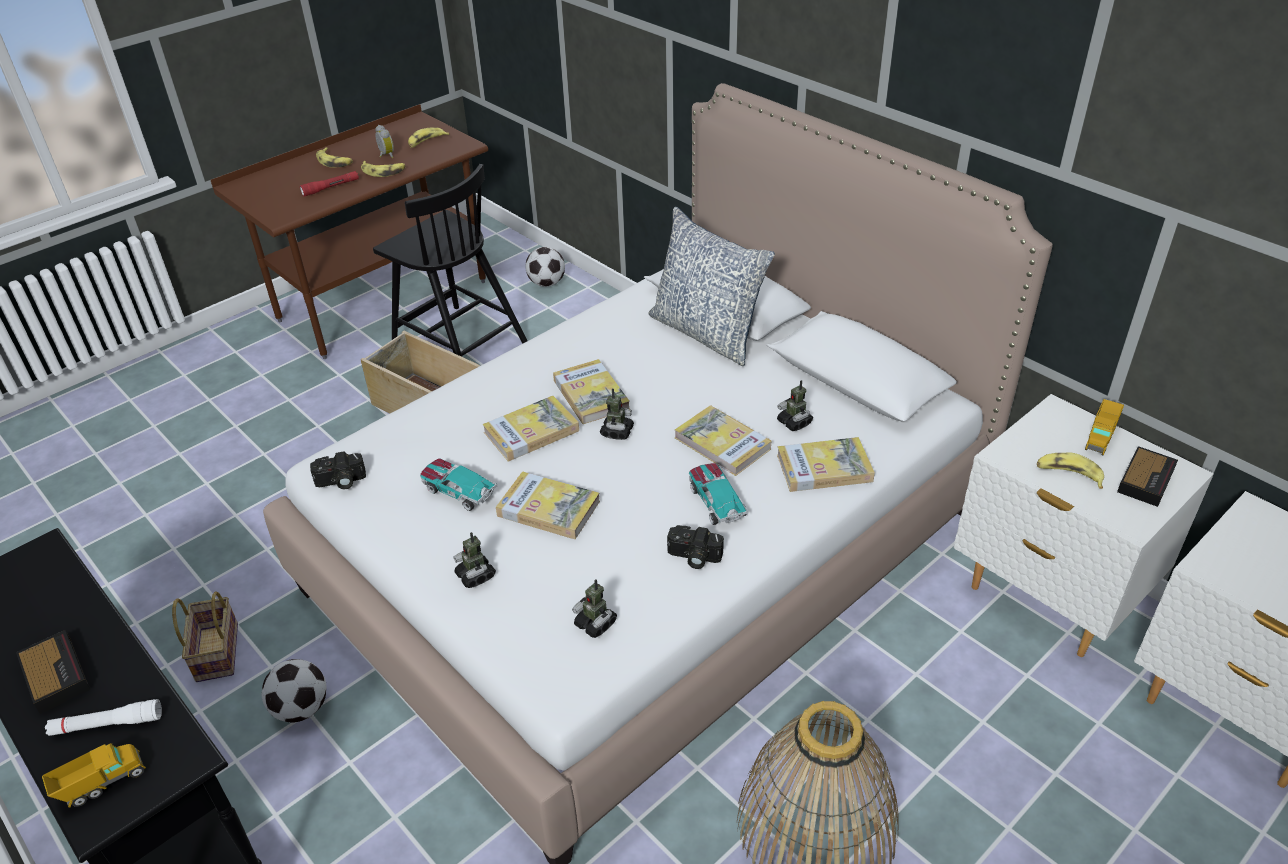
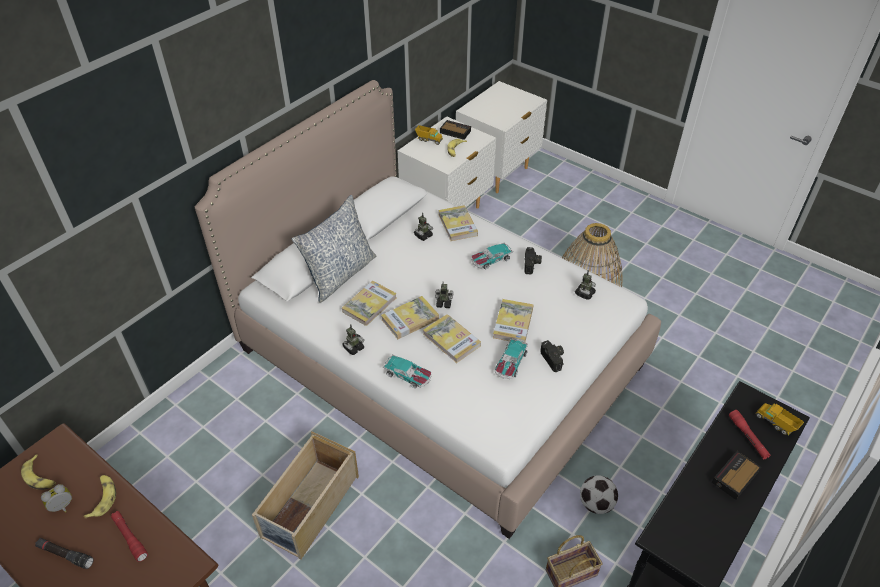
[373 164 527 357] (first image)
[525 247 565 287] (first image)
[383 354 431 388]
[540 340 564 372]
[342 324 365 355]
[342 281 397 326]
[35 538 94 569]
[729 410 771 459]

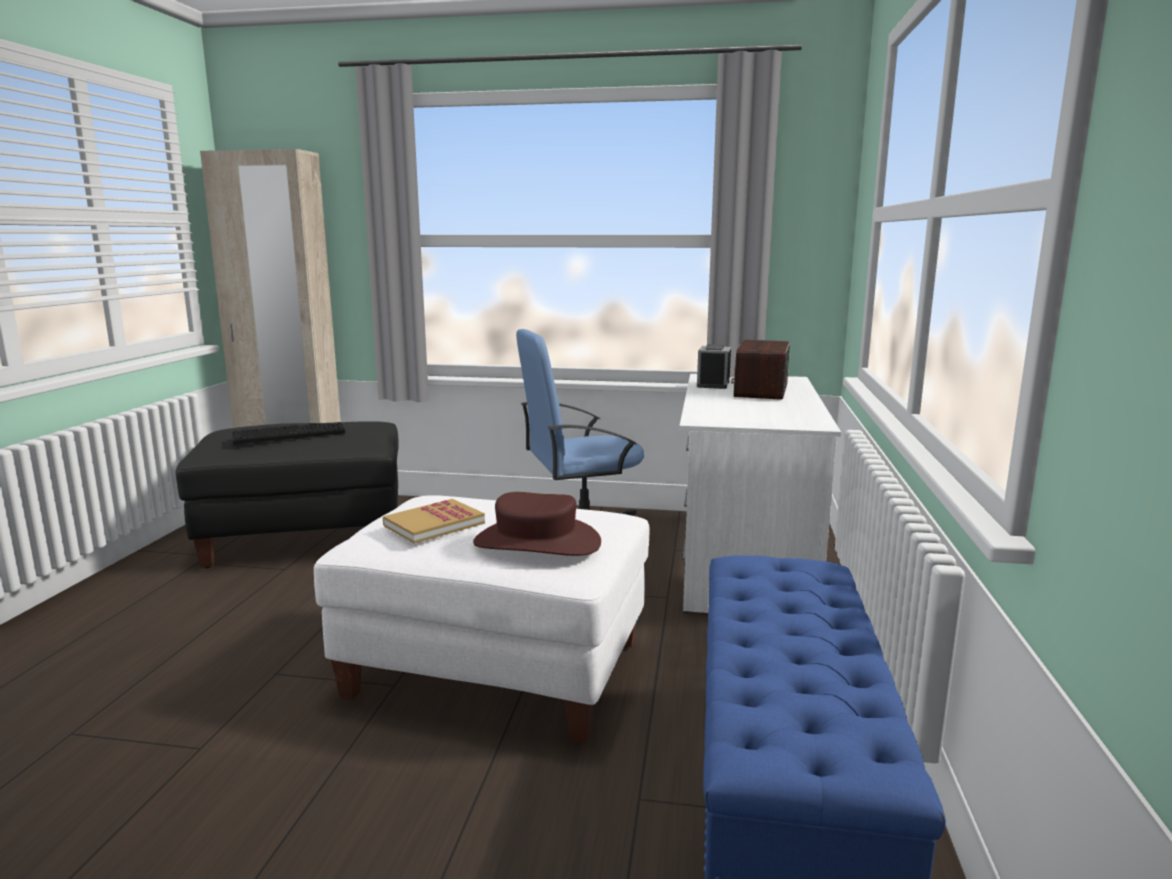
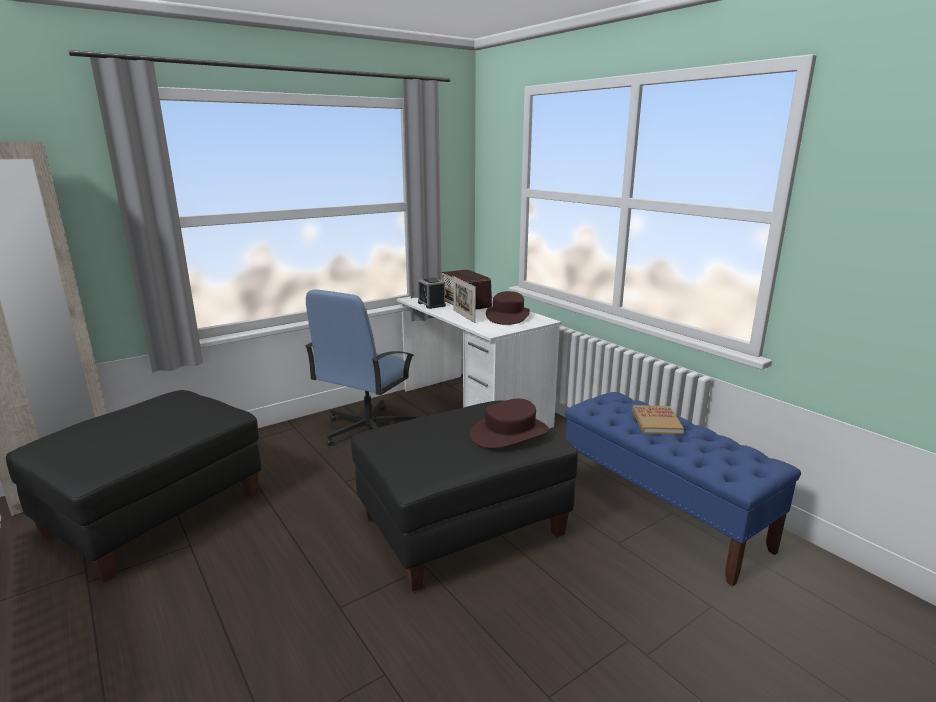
[232 422 345 444] (first image)
[453 276 476 323]
[486 291 530 325]
[632 405 684 435]
[351 400 578 592]

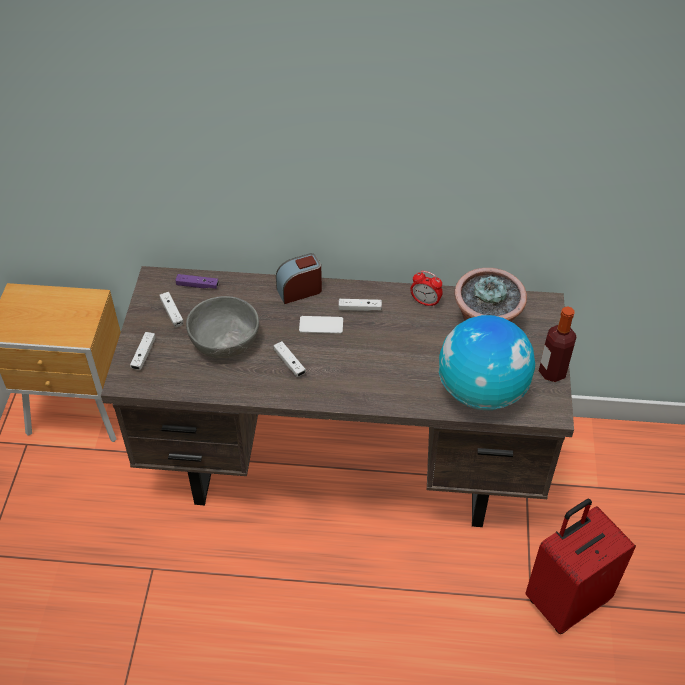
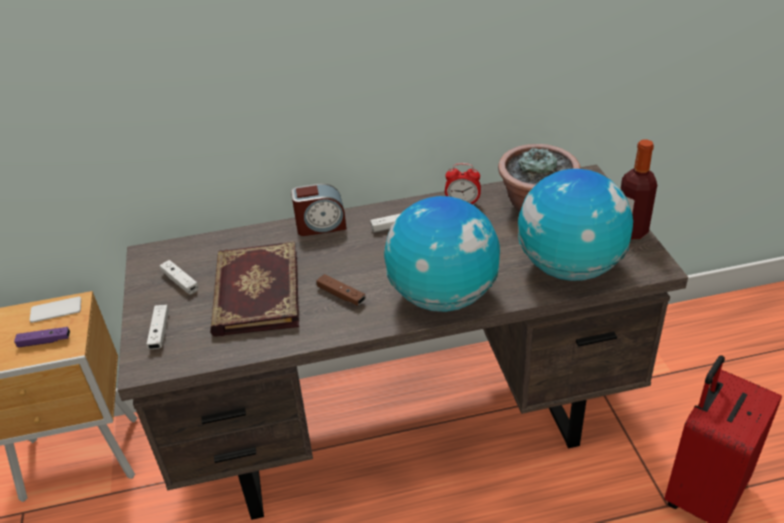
[384 196 500 312]
[14 327 70 347]
[30 297 81 323]
[210 241 299 337]
[316 274 366 306]
[291 183 347 236]

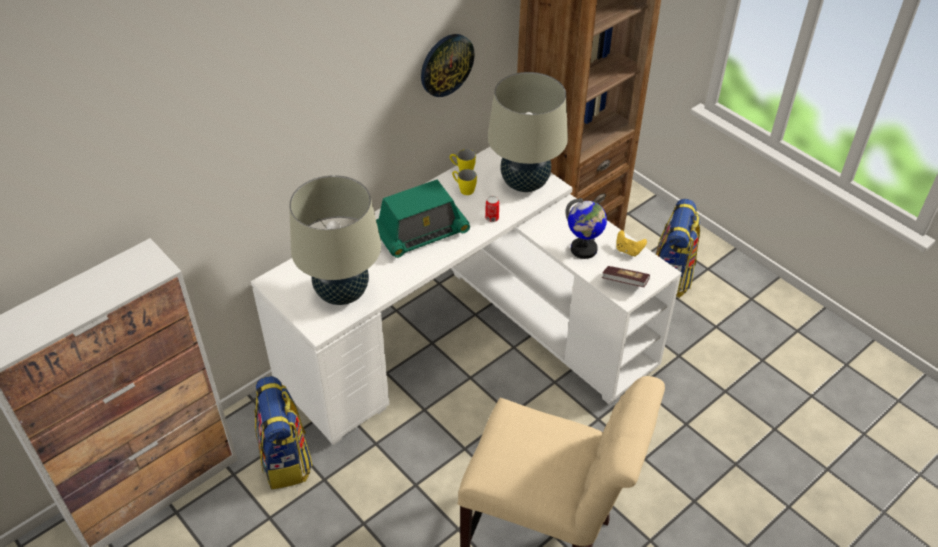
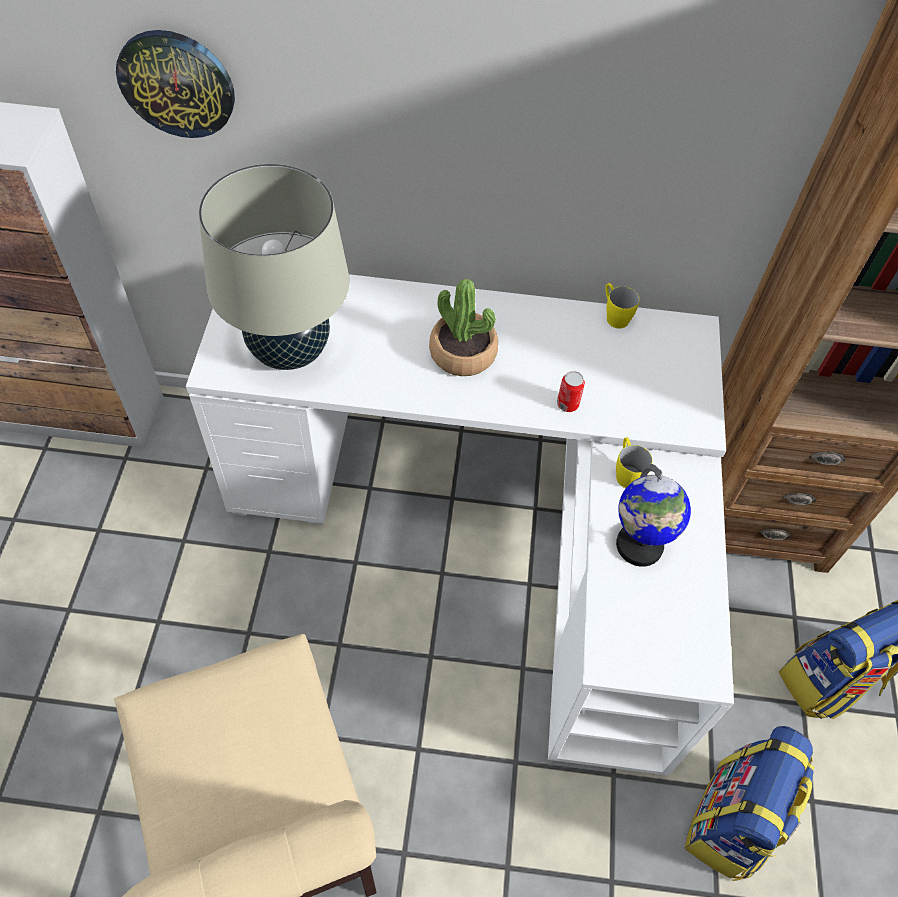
[488 72 568 192] (first image)
[602 266 650 287] (first image)
[616 230 647 257] (first image)
[685 726 814 881]
[116 30 235 138]
[616 437 652 488]
[429 279 498 376]

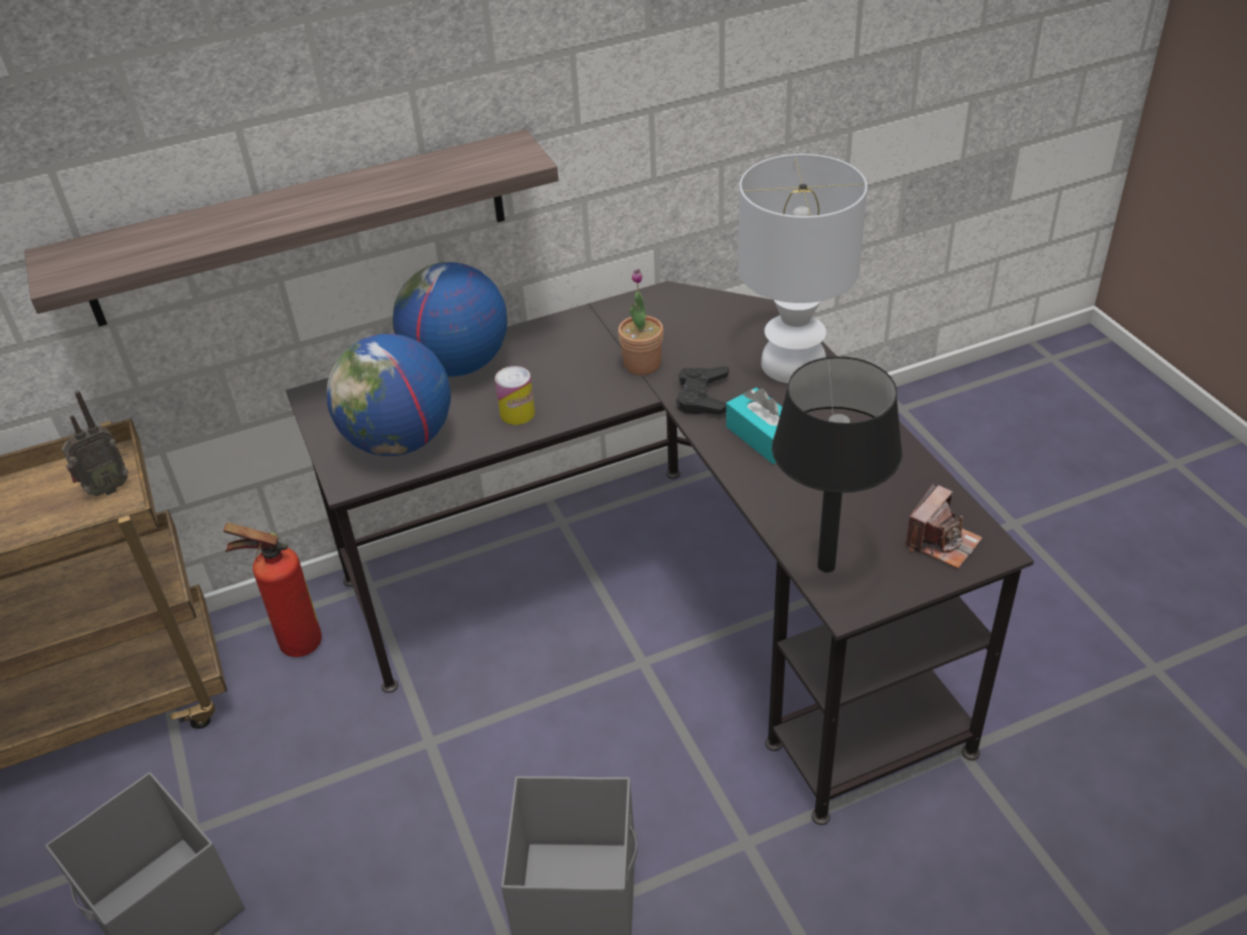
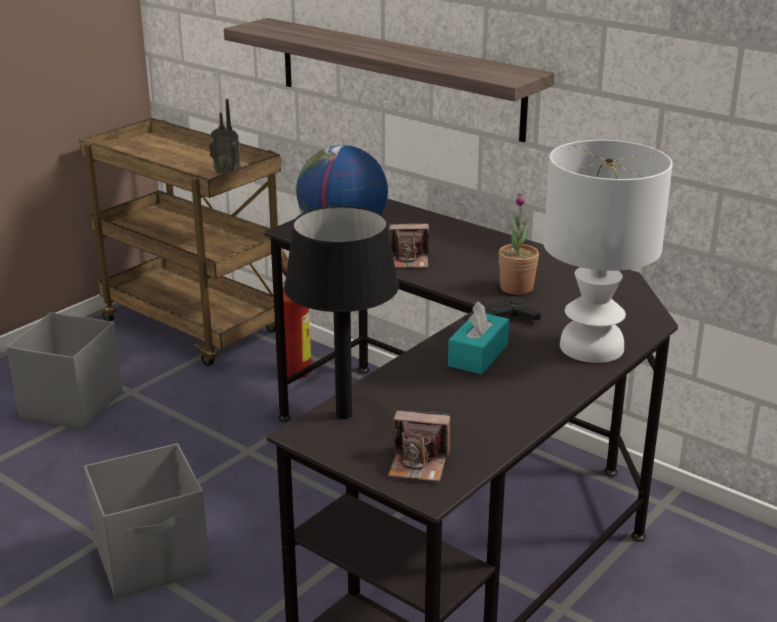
[393 262 507 377] (first image)
[388 223 429 268]

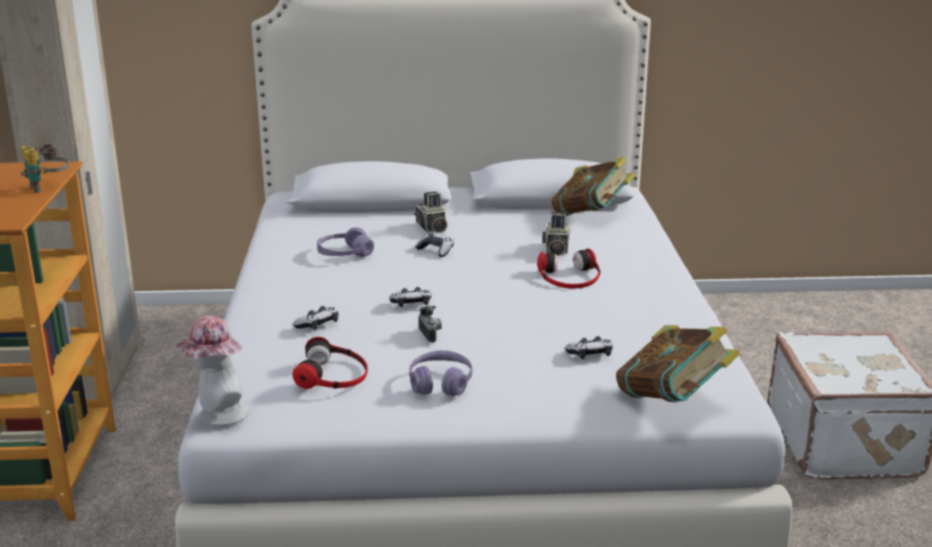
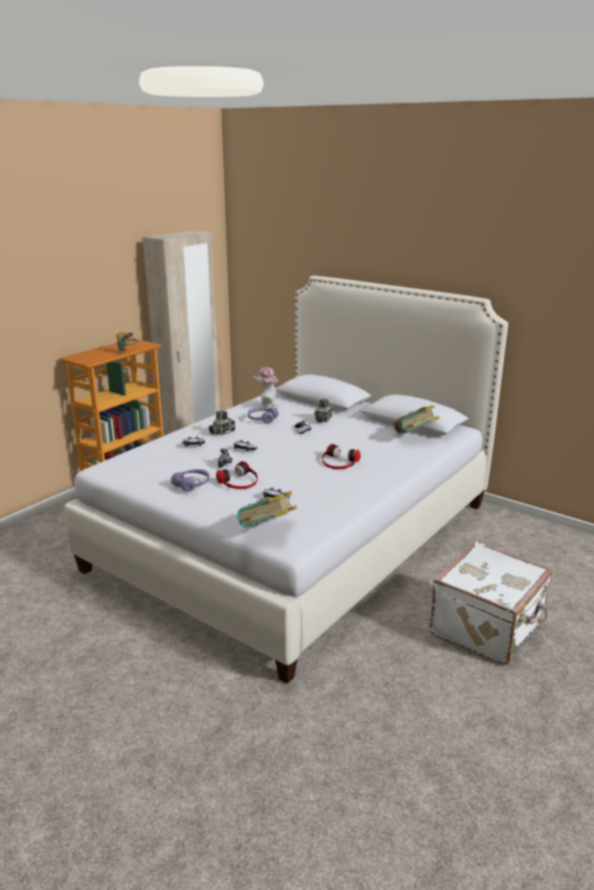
[254 367 279 409]
[216 461 258 489]
[209 410 235 435]

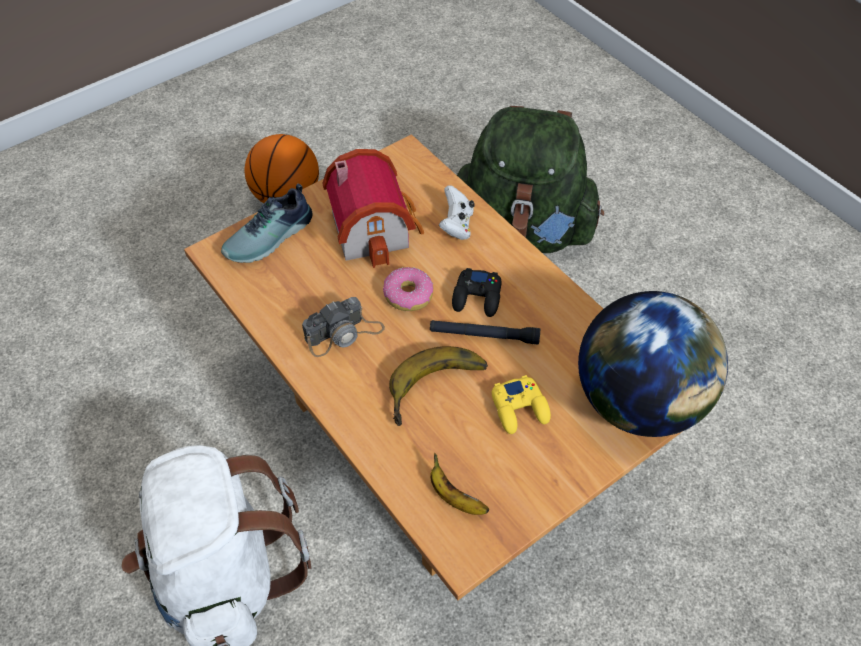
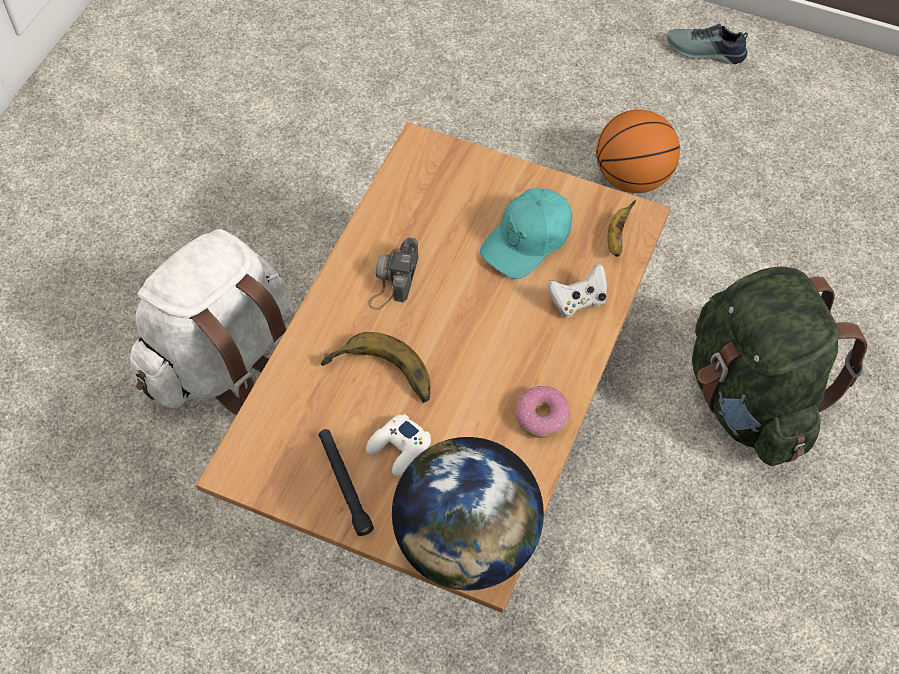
[452 268 501 317] (first image)
[667 24 748 64]
[515 386 571 438]
[319 429 374 536]
[607 200 636 257]
[480 188 572 279]
[366 414 431 477]
[368 237 419 310]

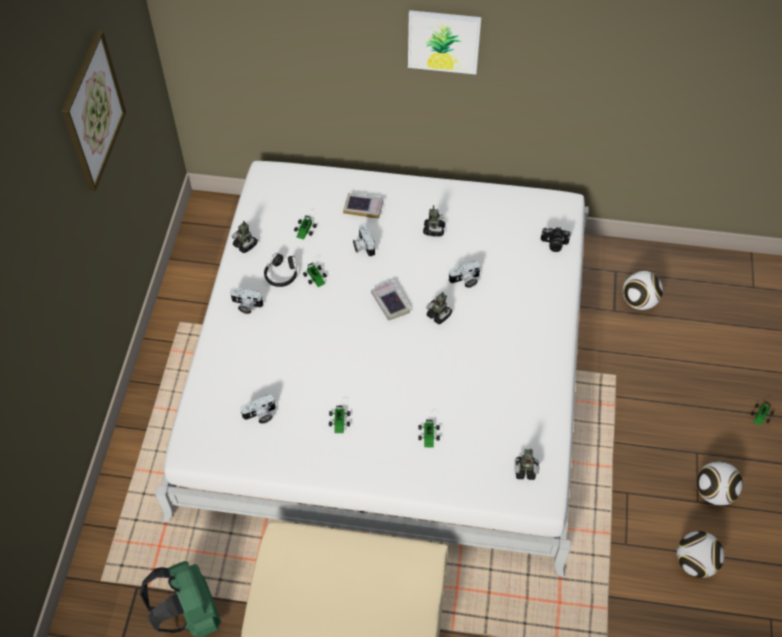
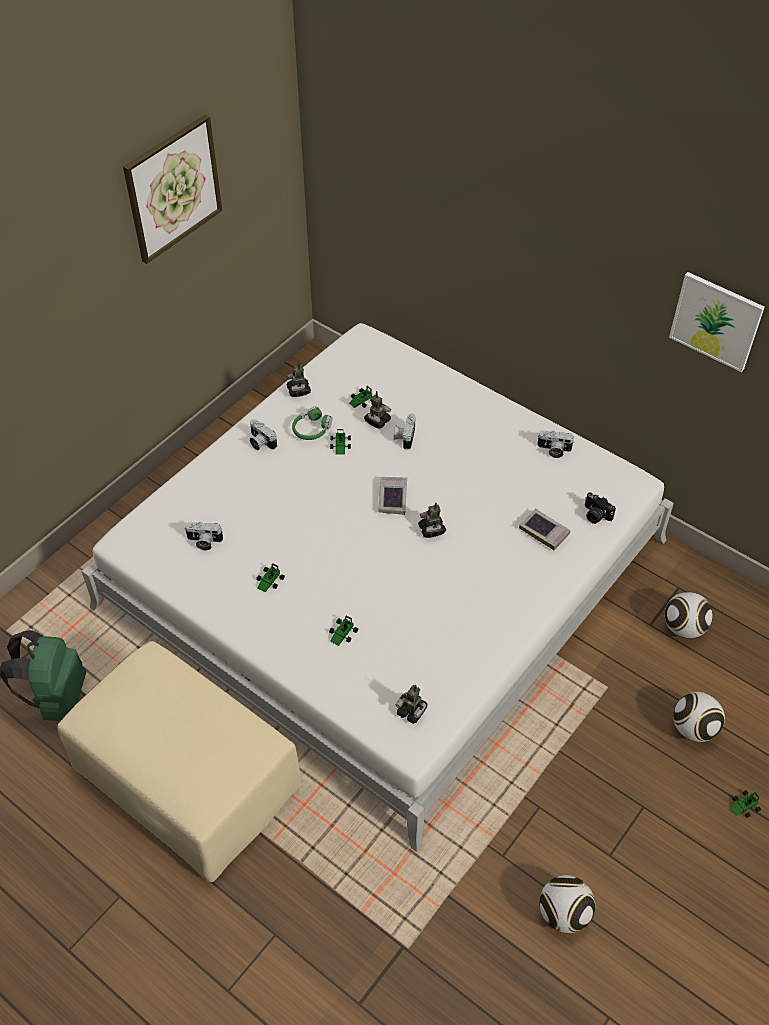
[519 509 571 550]
[669 272 765 372]
[364 391 391 429]
[537 430 574 458]
[673 692 725 742]
[292 406 332 440]

